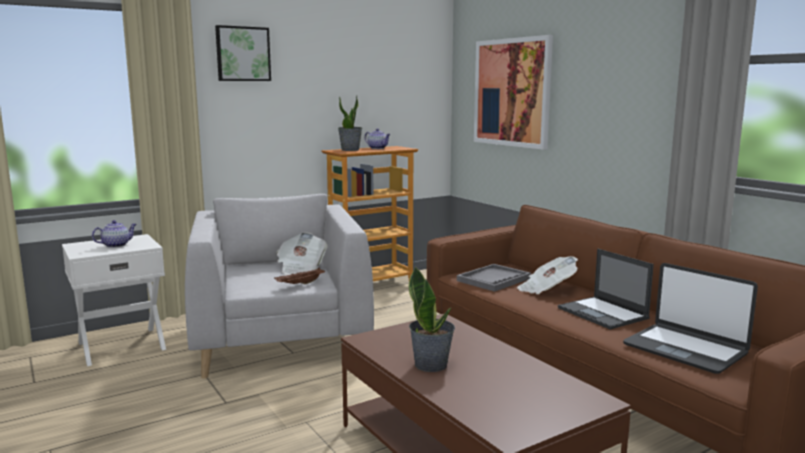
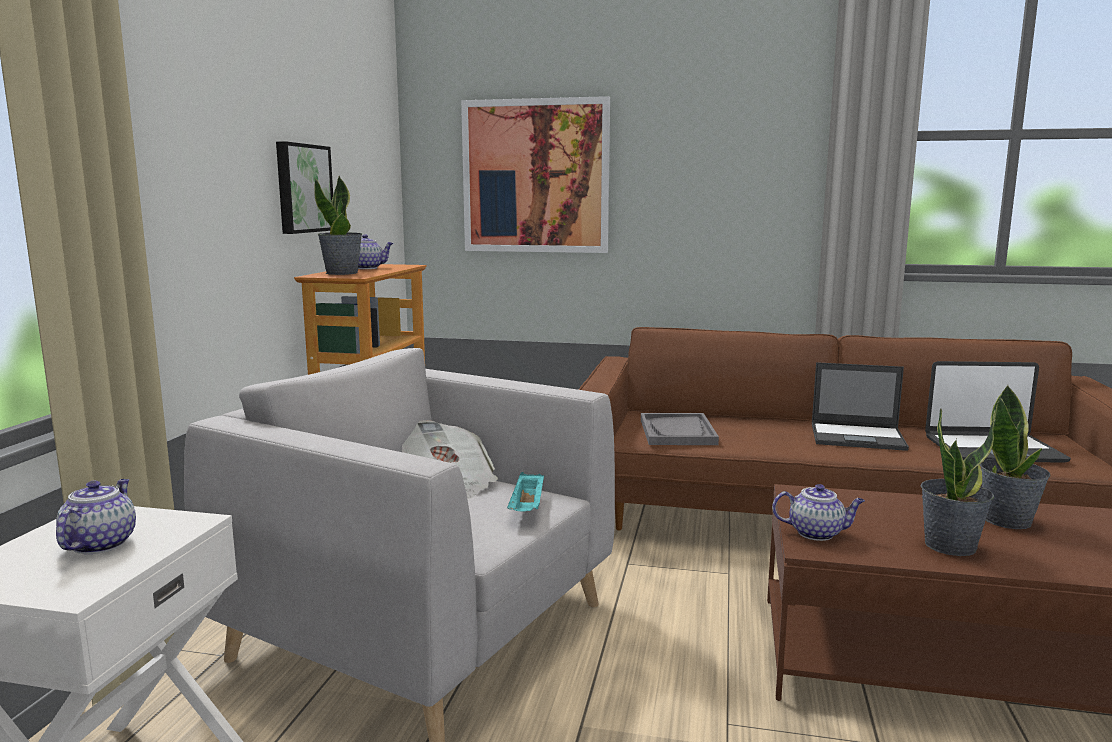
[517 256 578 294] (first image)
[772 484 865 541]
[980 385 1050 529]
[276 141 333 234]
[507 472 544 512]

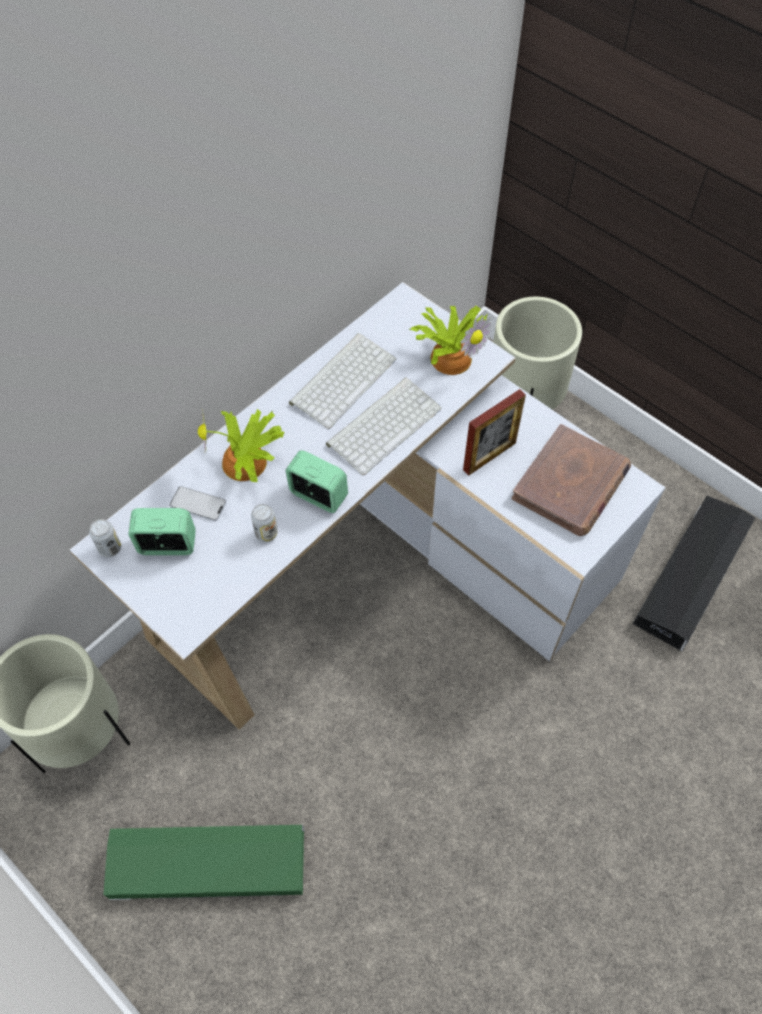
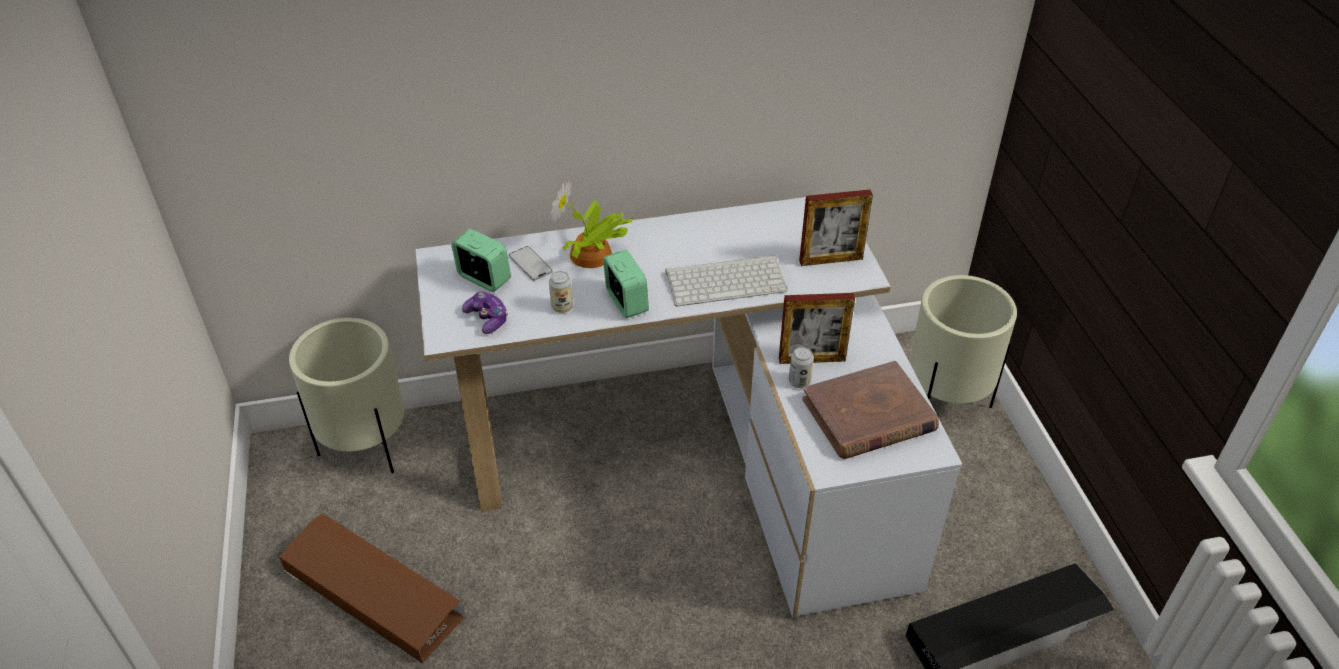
[289 333 396 429] (first image)
[462 291 508 334]
[789 347 814 388]
[799 190 873 266]
[279 513 466 664]

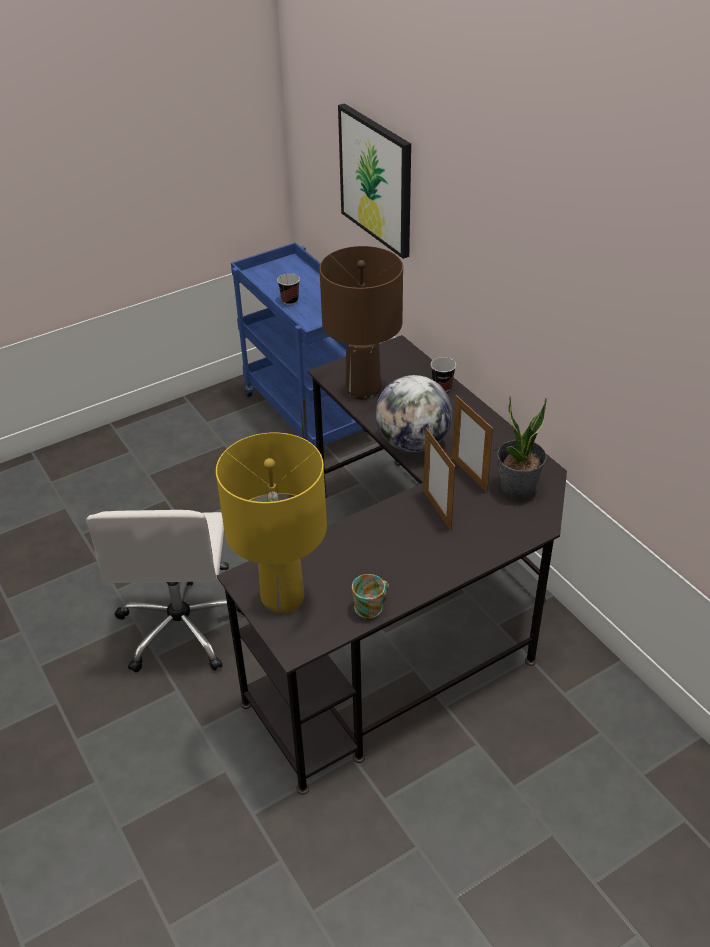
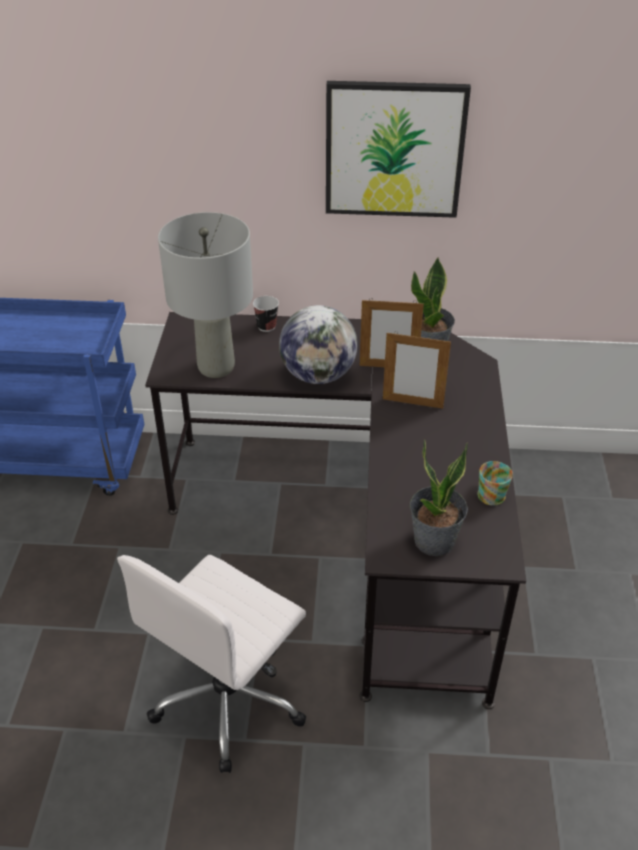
[277 273 300 305] (first image)
[326 81 471 218]
[410 440 468 556]
[158 212 253 378]
[117 555 306 773]

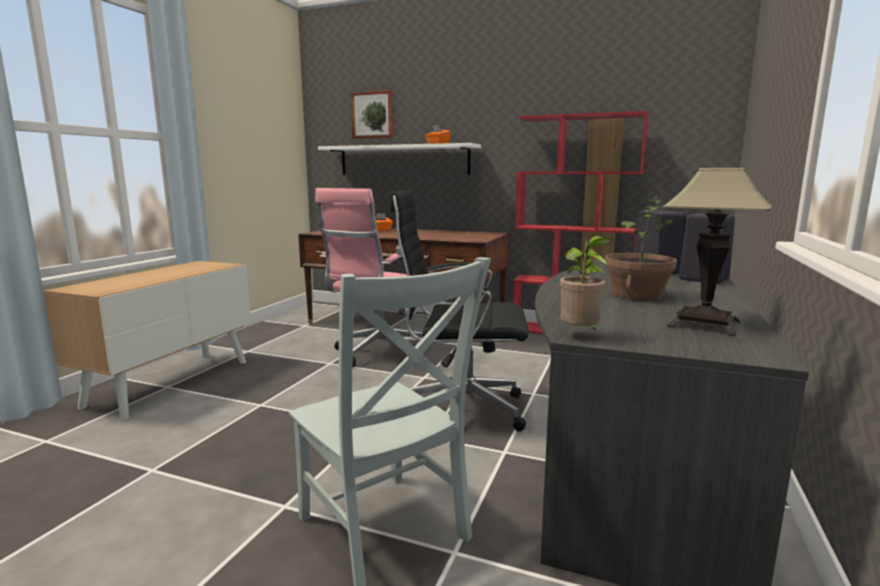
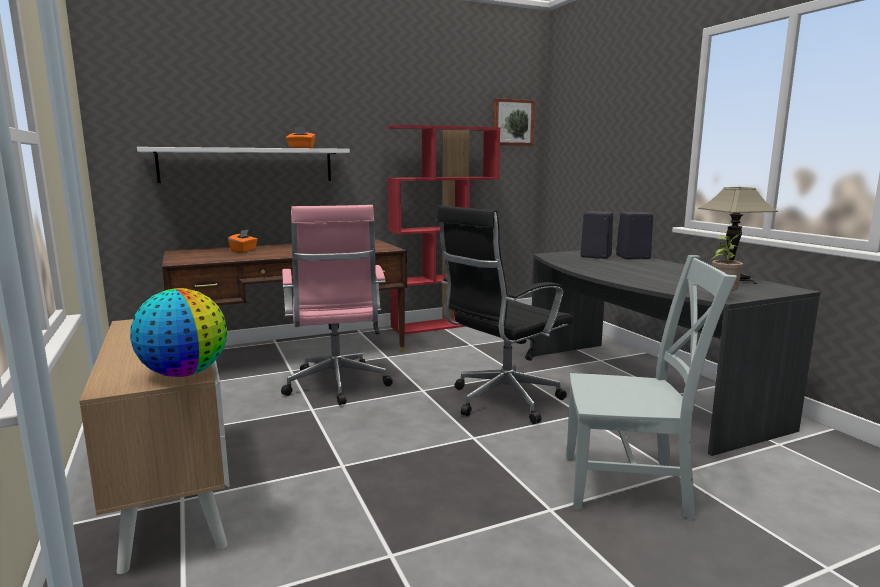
[605 196 677 301] (first image)
[130 288 227 377]
[493 98 535 146]

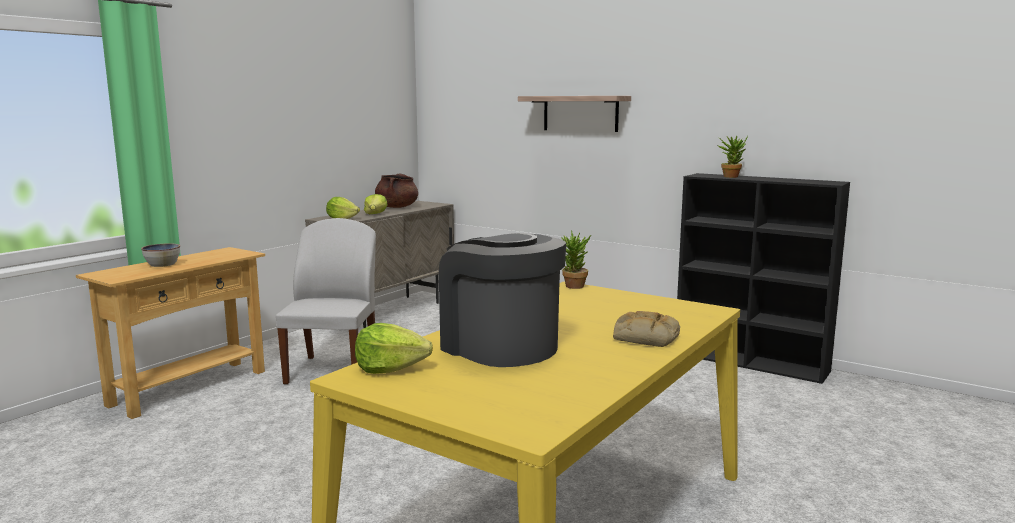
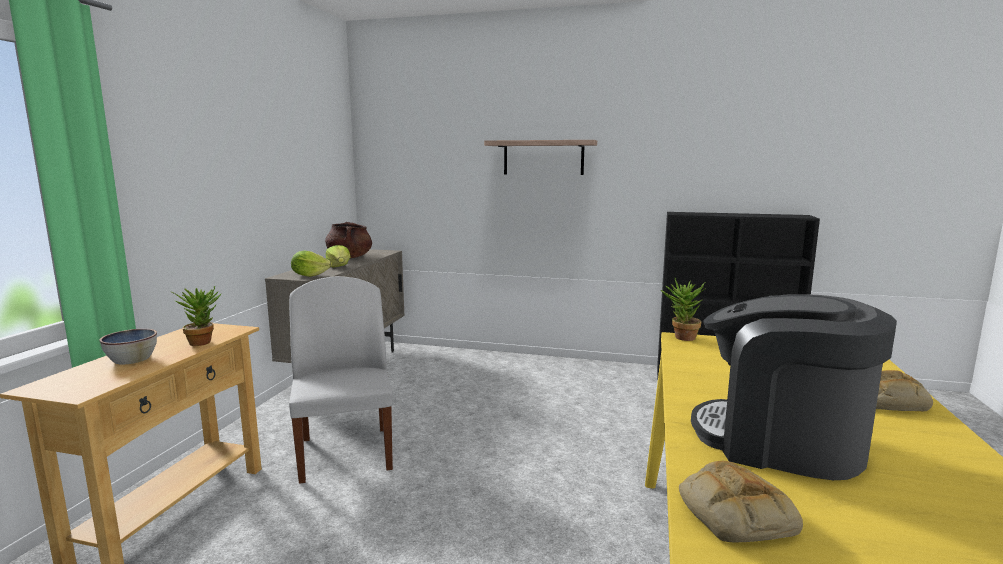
[171 286 222 346]
[679 461 803 543]

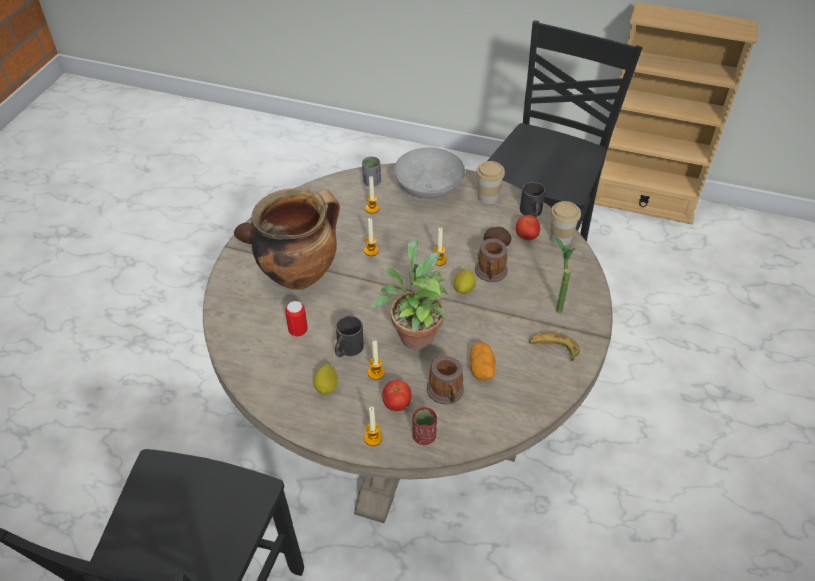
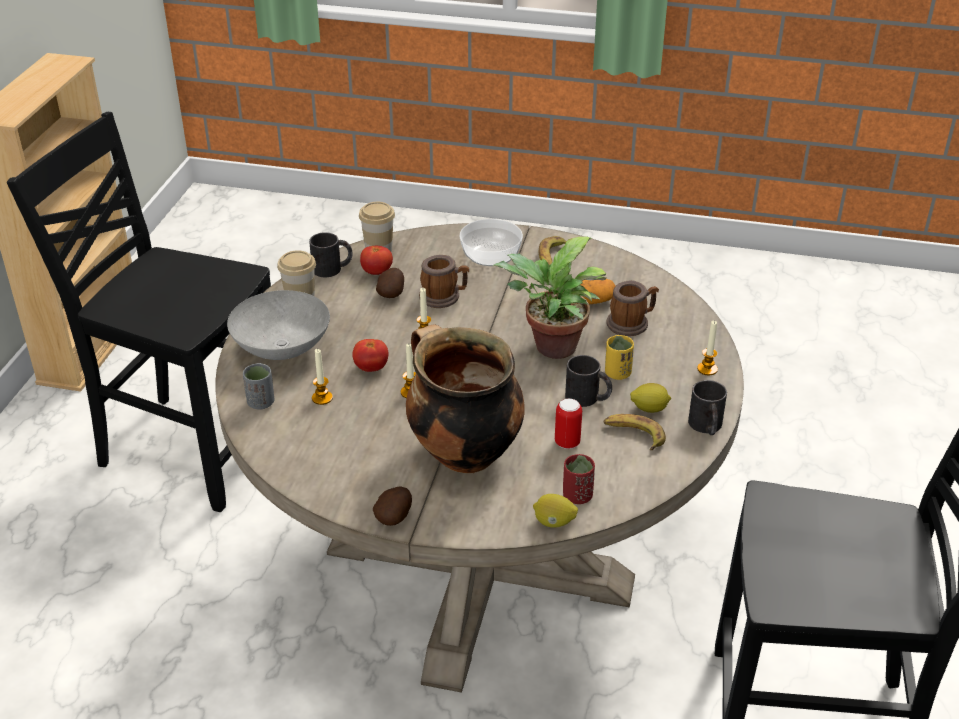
[604 414 666 450]
[688 380 727 435]
[352 339 389 372]
[563 454 595 504]
[533 494 578 528]
[605 335 634 380]
[460 219 523 266]

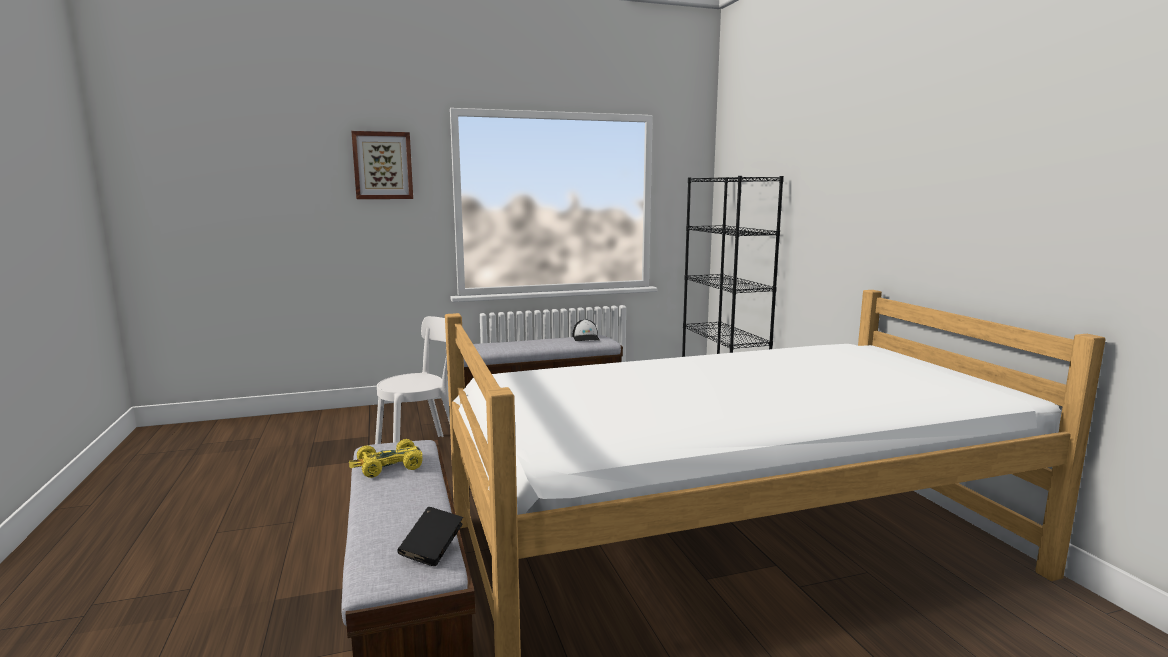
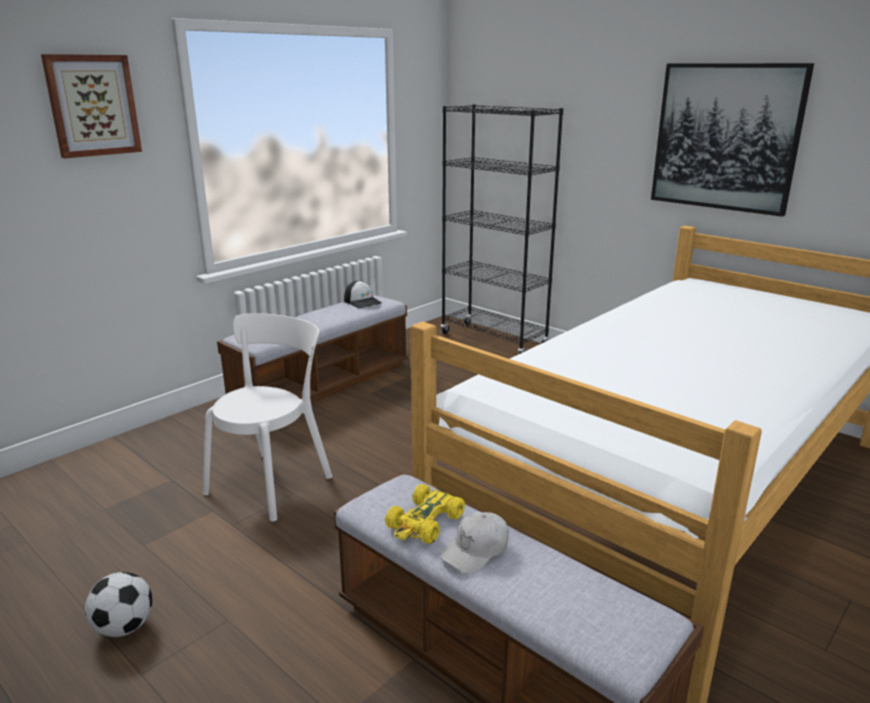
[397 507 463 566] (first image)
[85 572 152 637]
[440 512 509 574]
[651 63 814 217]

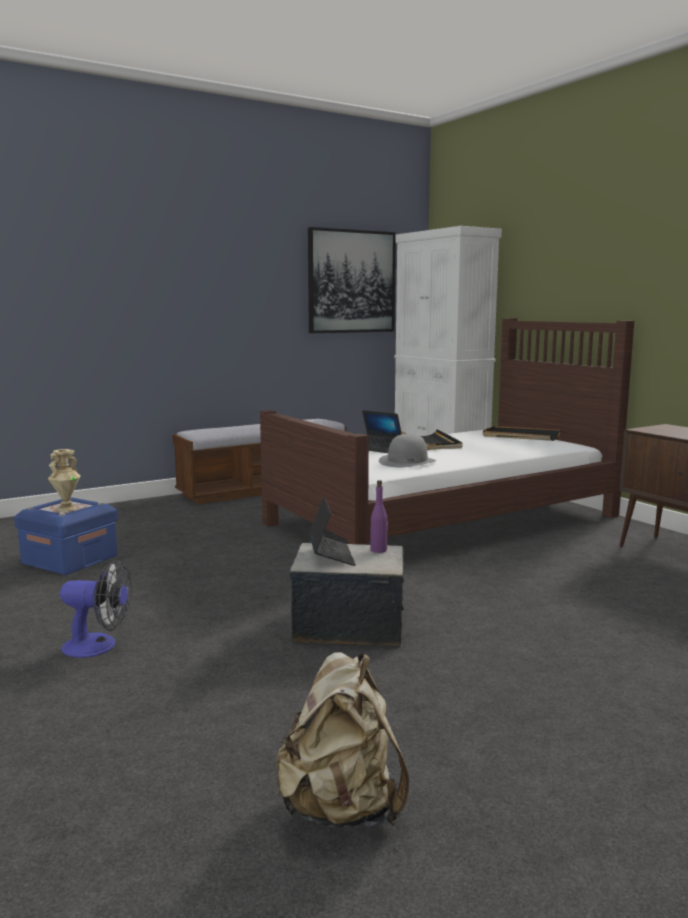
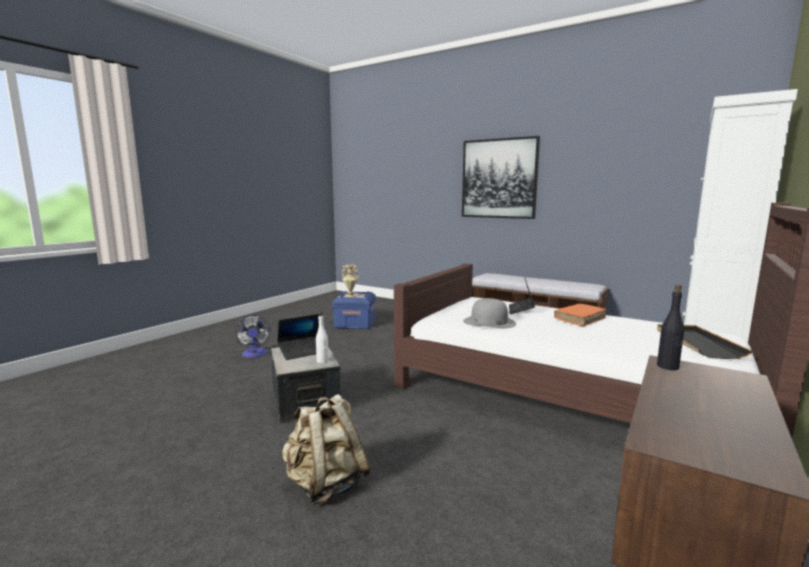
[657 284 684 370]
[282 394 370 505]
[462 136 540 219]
[554 304 607 326]
[316 311 329 363]

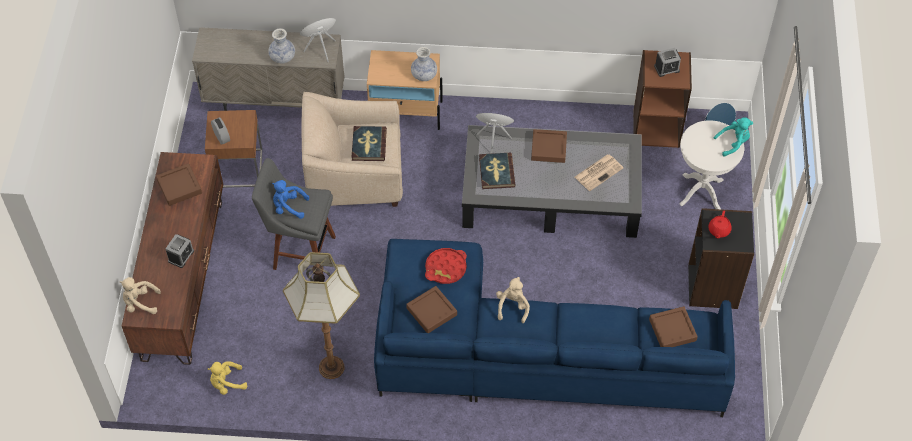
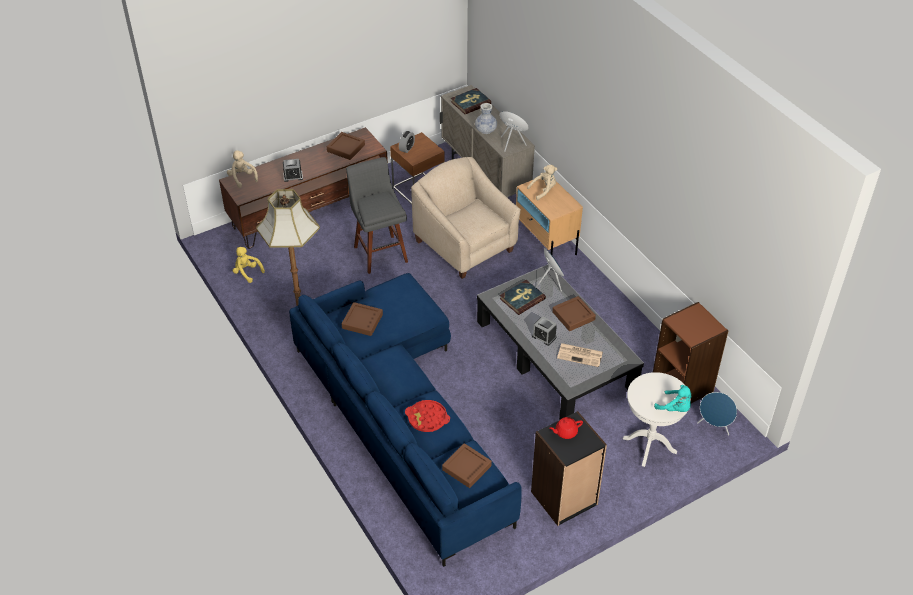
[272 180 309 219] (first image)
[411 47 437 81] (first image)
[451 88 491 114]
[405 400 450 432]
[527 165 557 200]
[532 316 557 346]

